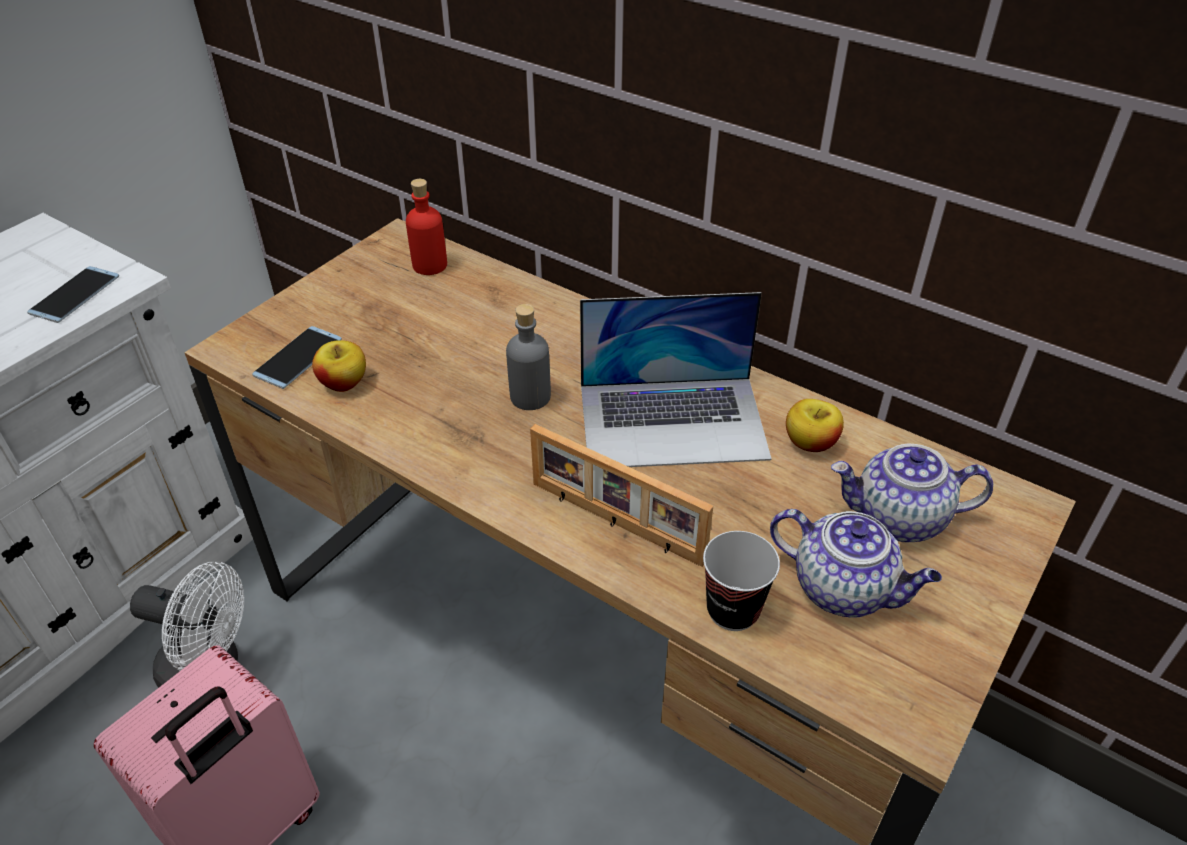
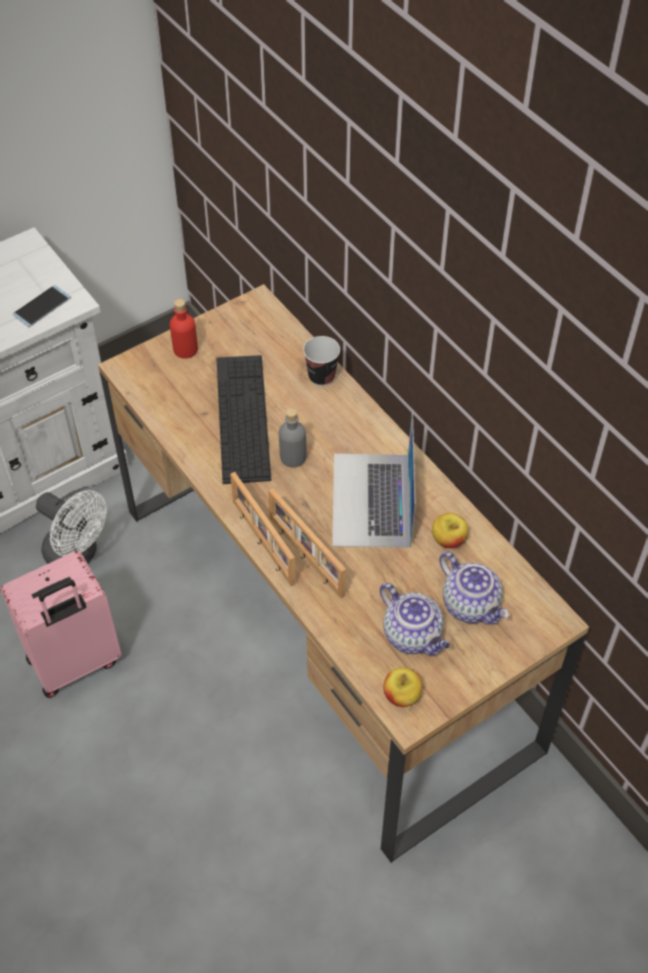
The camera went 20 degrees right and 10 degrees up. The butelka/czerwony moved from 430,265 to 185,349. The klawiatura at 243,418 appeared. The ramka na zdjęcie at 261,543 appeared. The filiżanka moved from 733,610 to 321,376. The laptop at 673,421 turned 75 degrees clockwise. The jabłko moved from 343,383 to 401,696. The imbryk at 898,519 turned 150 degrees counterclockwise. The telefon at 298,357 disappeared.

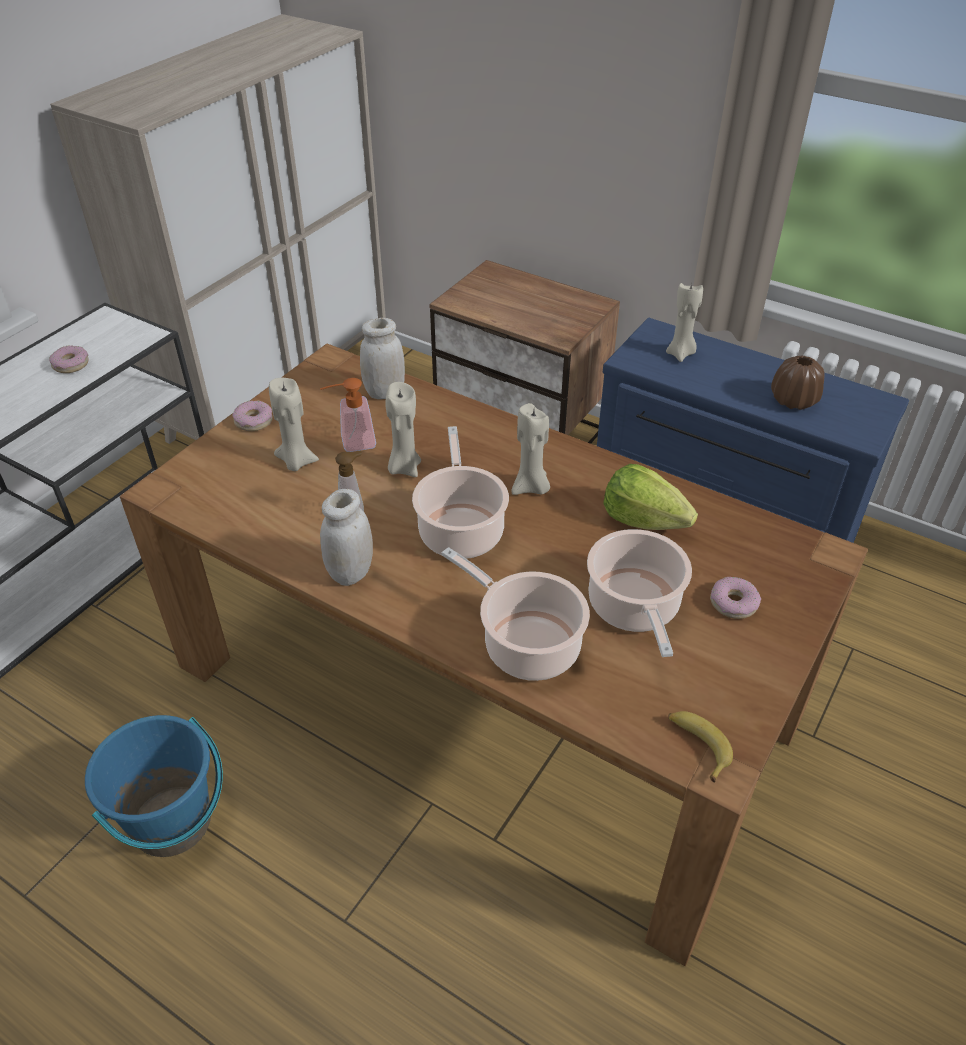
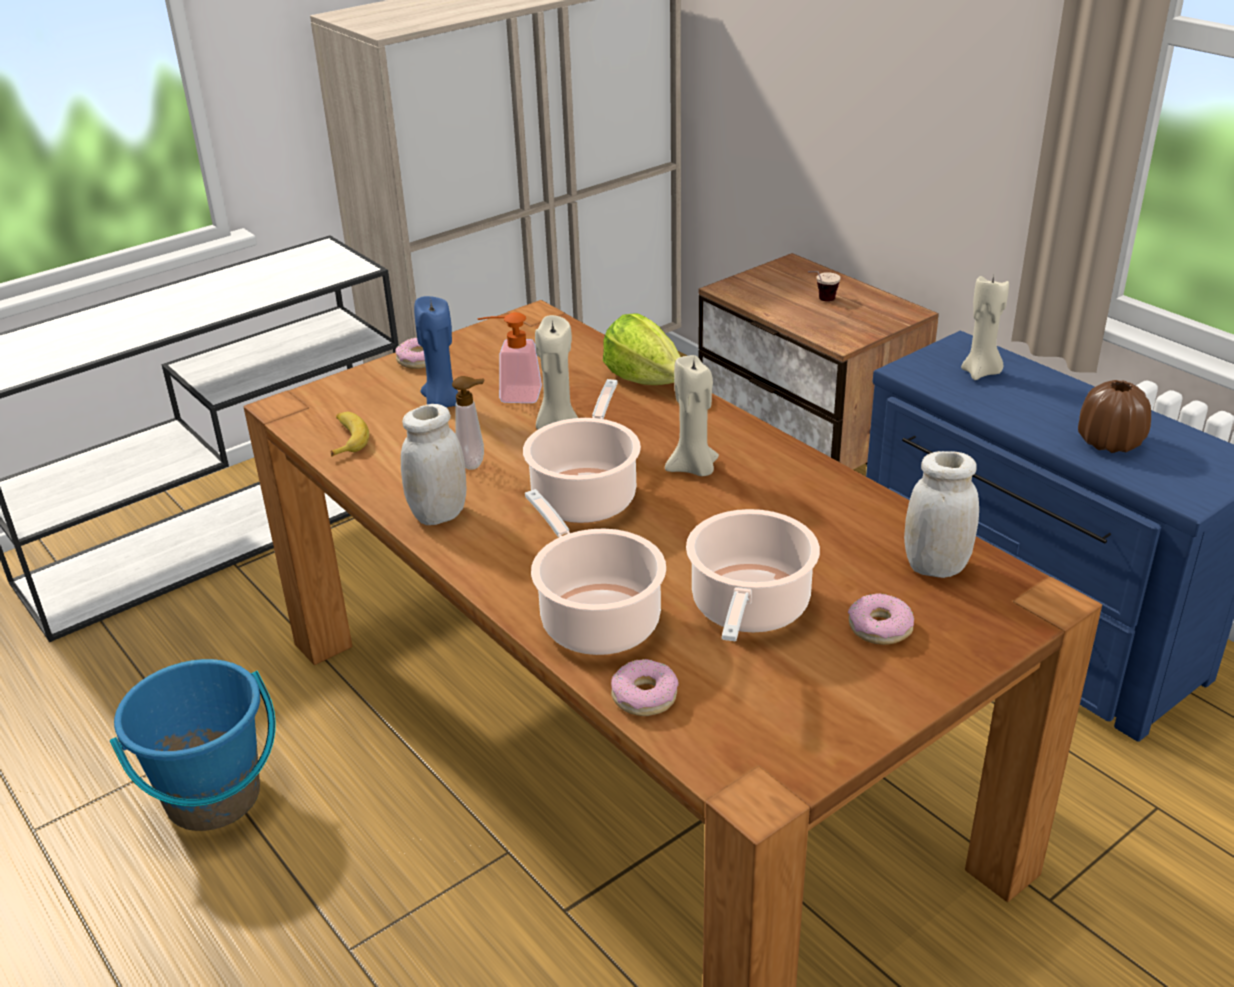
The camera went 20 degrees right and 10 degrees down. The banan moved from 697,745 to 347,439. The świeca/beżowy at 296,462 became the świeca/niebieski at 441,403. The sałata moved from 643,519 to 644,379. The donut moved from 70,364 to 644,696. The filiżanka at 820,301 appeared. The słoik/biały moved from 384,392 to 935,567.

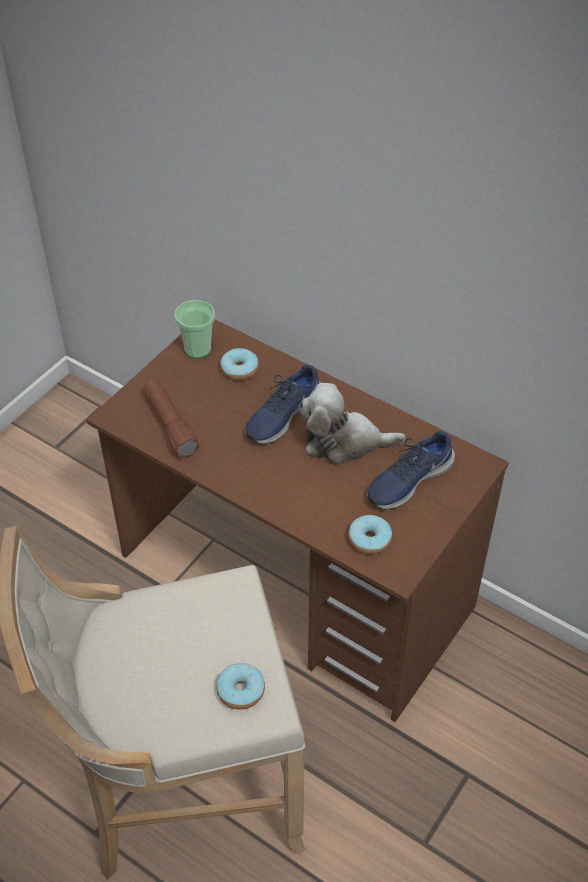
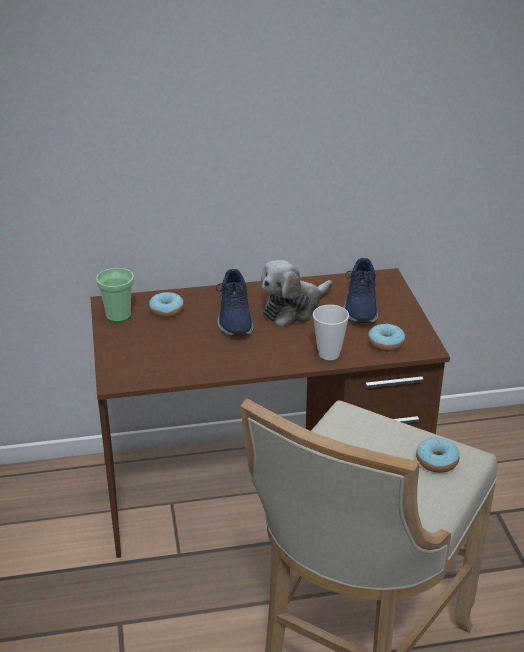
The camera went 45 degrees left and 15 degrees down. The filiżanka at 329,354 appeared. The latarka/brązowy at 170,425 disappeared.

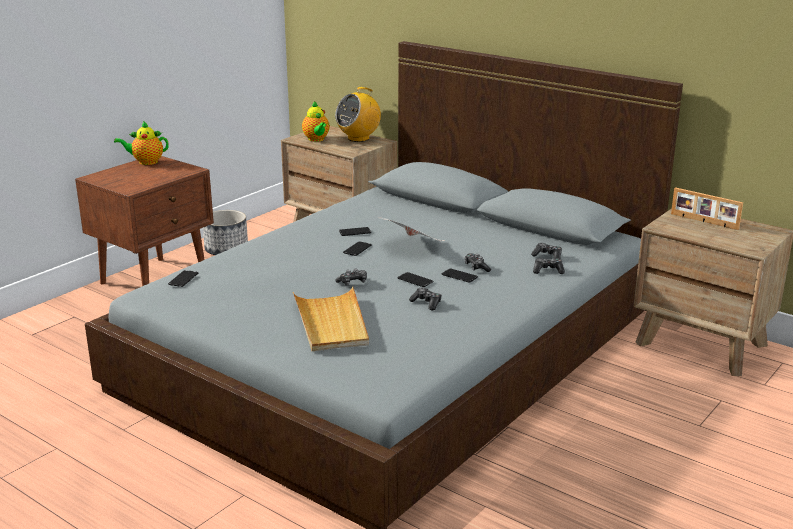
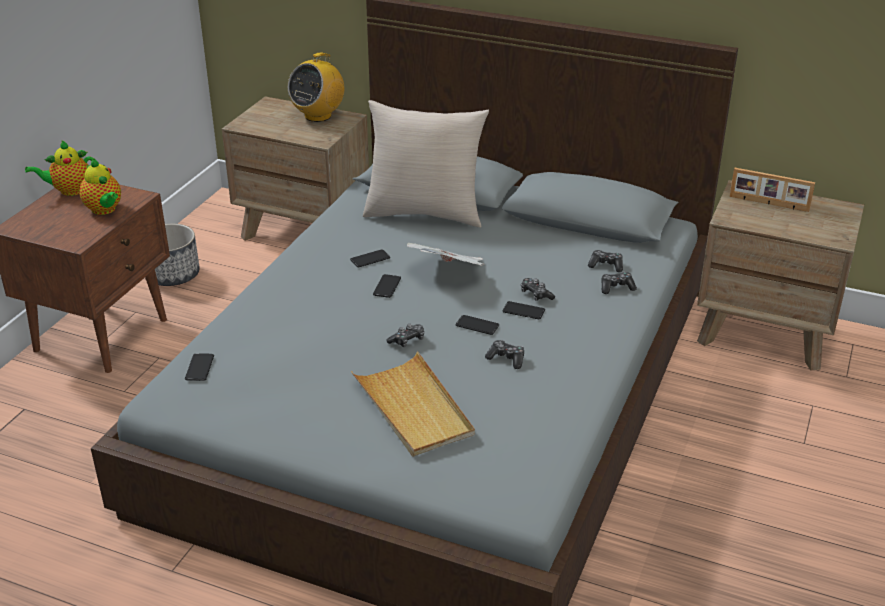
The camera went 15 degrees left and 10 degrees up. The imbryk moved from 316,139 to 104,210. The poduszka/beżowy at 425,213 appeared.

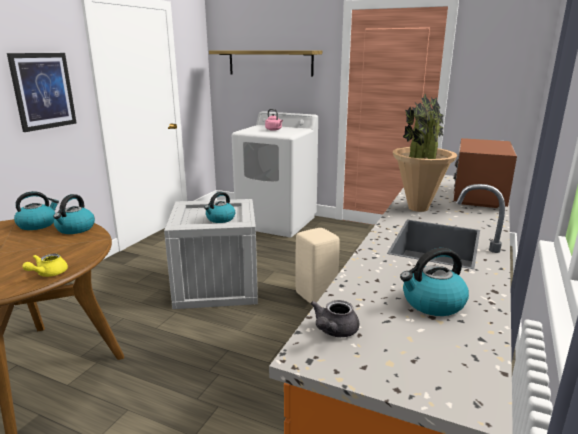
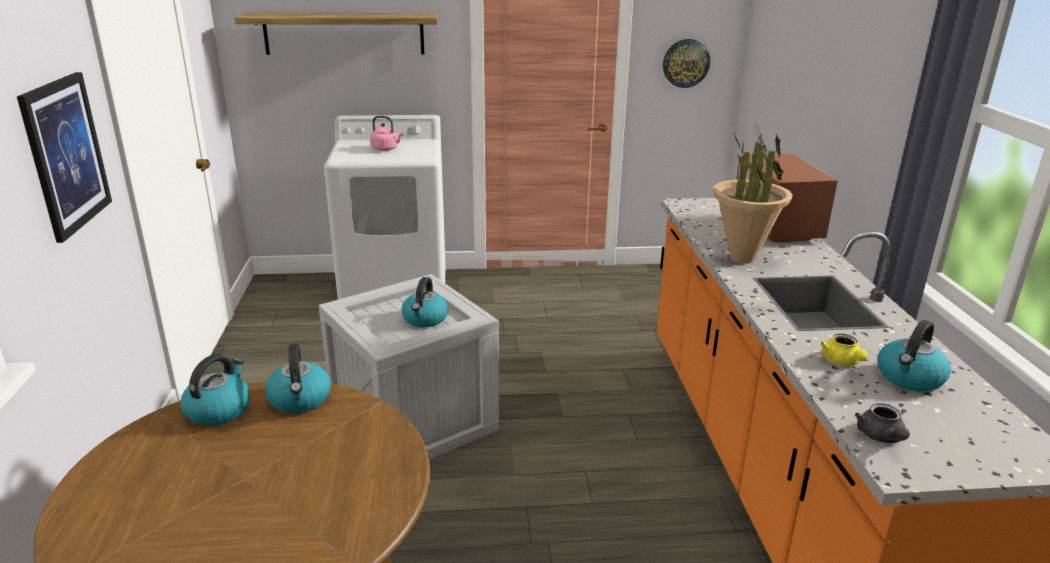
The camera went 30 degrees left and 5 degrees up. The zegar ścienny at 685,63 appeared. The imbryk/żółty moved from 48,274 to 842,362. The stołek/beżowy at 317,295 disappeared.

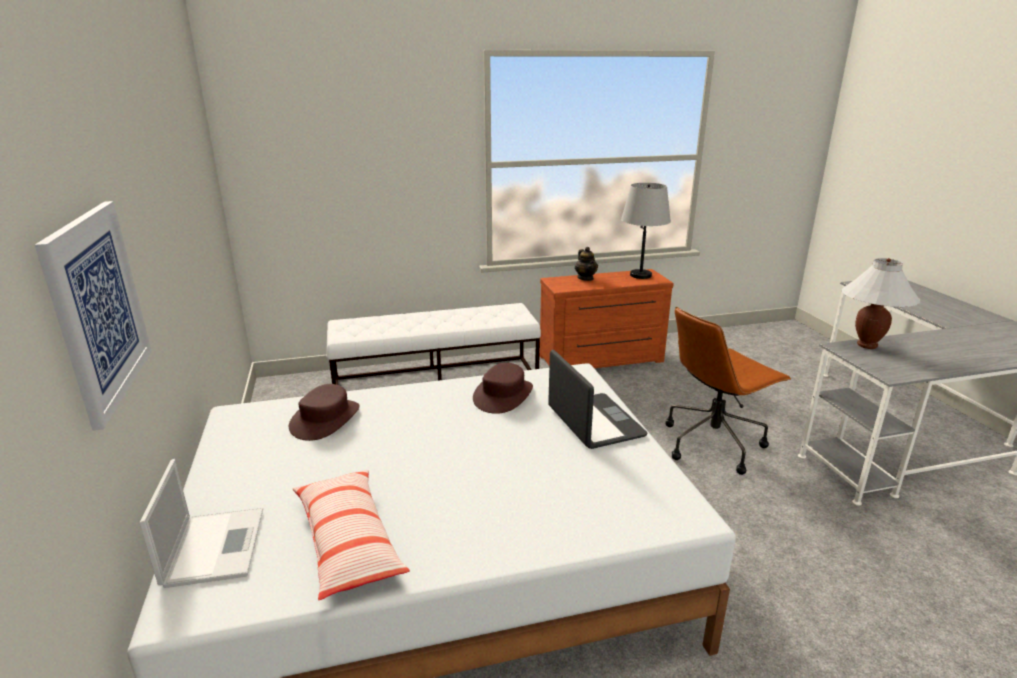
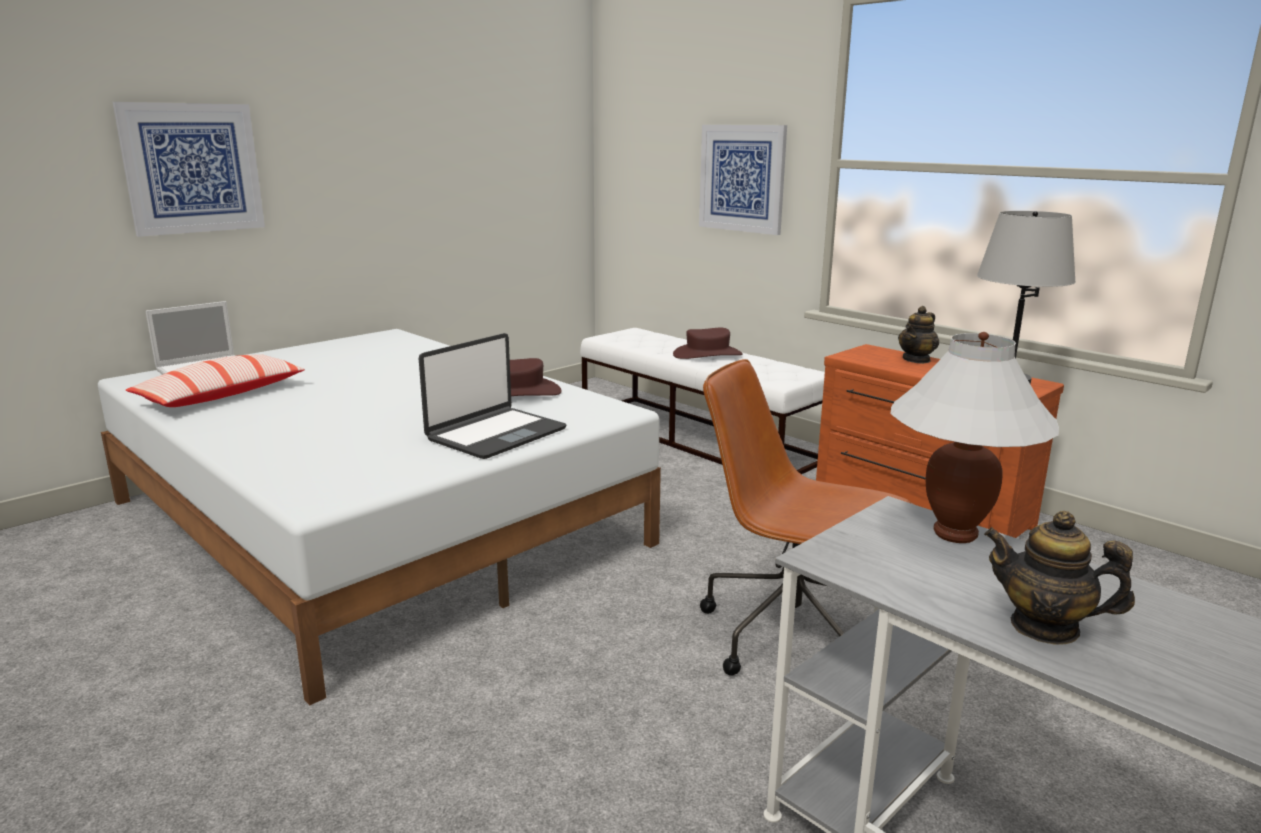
The camera went 60 degrees right and 5 degrees down. The kapelusz/brązowy moved from 325,419 to 707,354. The obraz at 742,178 appeared. The imbryk at 1045,627 appeared.

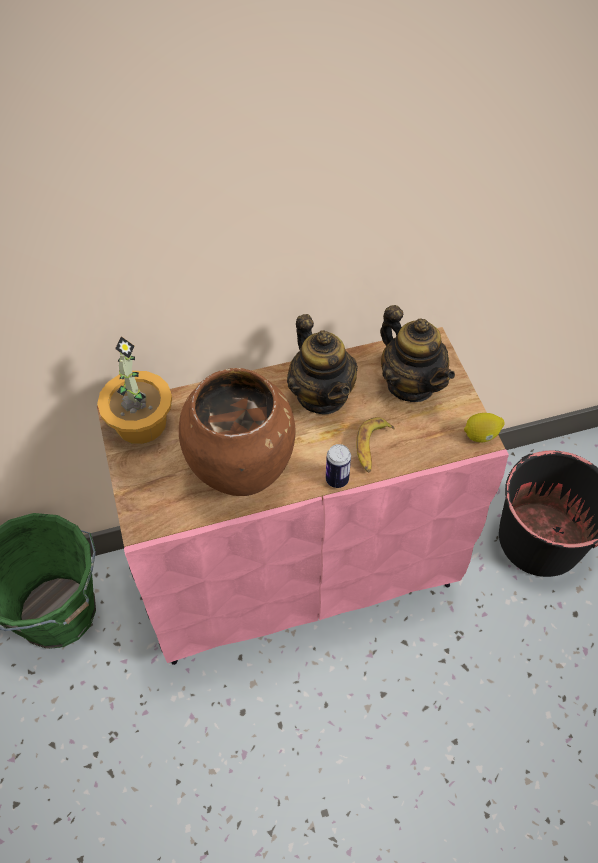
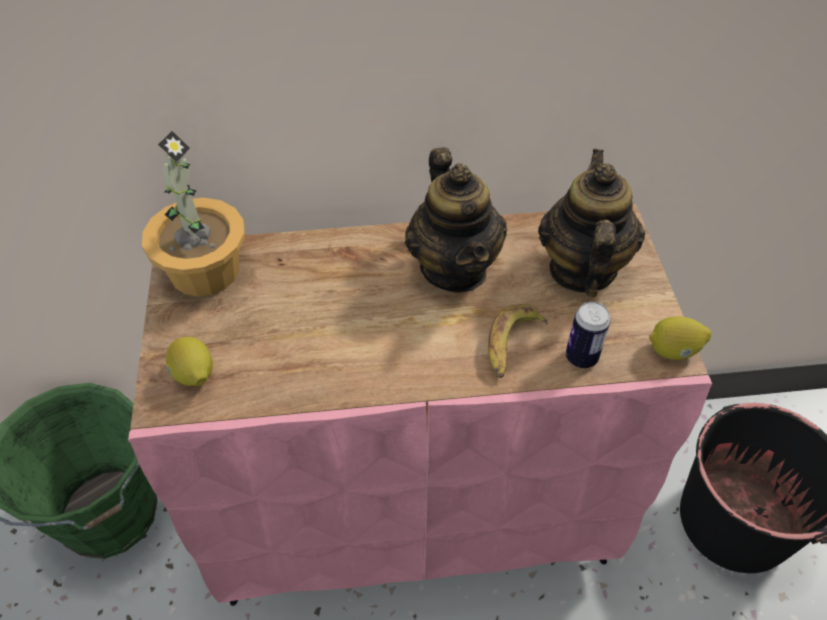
The camera went 10 degrees right and 5 degrees down. The cytryna at 194,375 appeared. The imbryk at 410,384 turned 150 degrees counterclockwise. The puszka moved from 337,479 to 581,357. The wazon/brązowy at 242,473 disappeared.

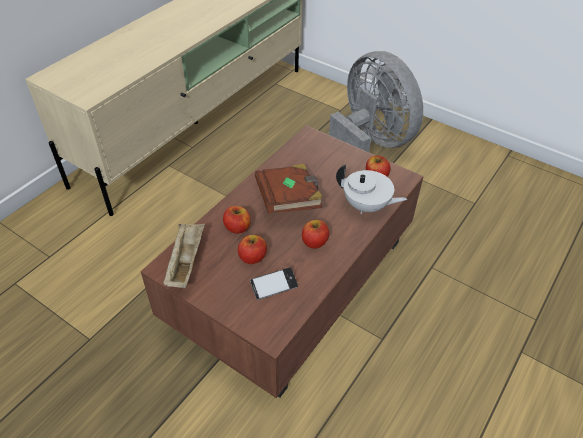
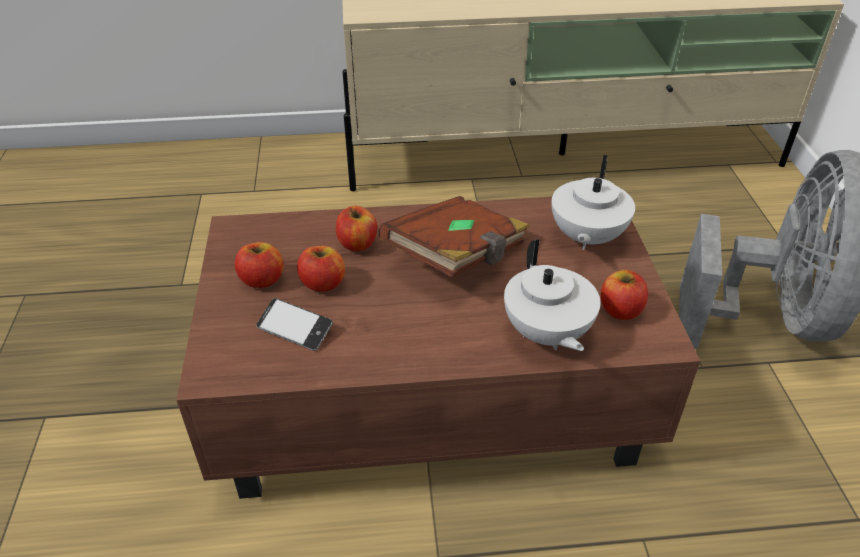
The camera went 50 degrees right and 5 degrees down. The jabłko moved from 314,242 to 262,280. The imbryk/biały at 586,237 appeared. The taca/beżowy at 186,262 disappeared.

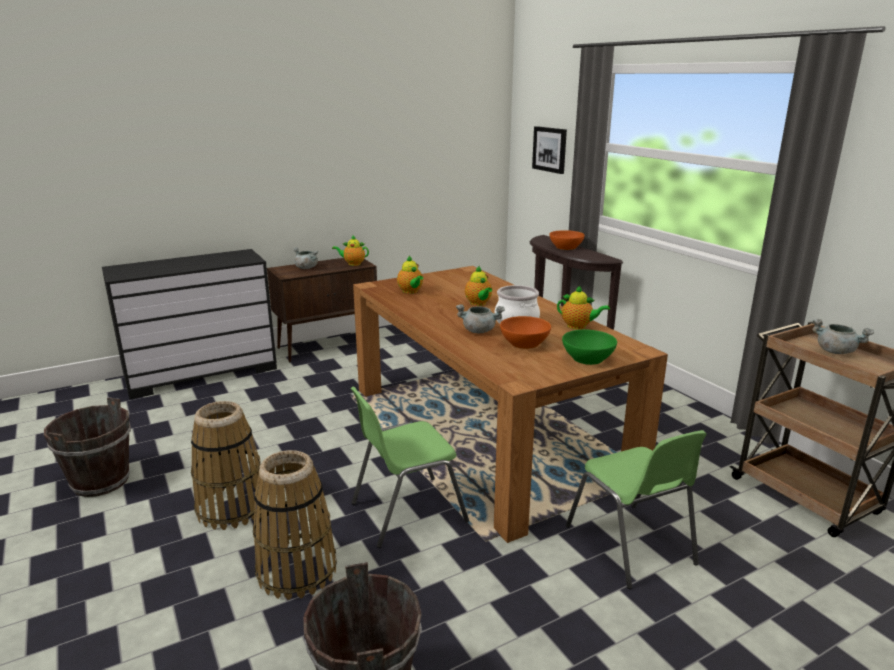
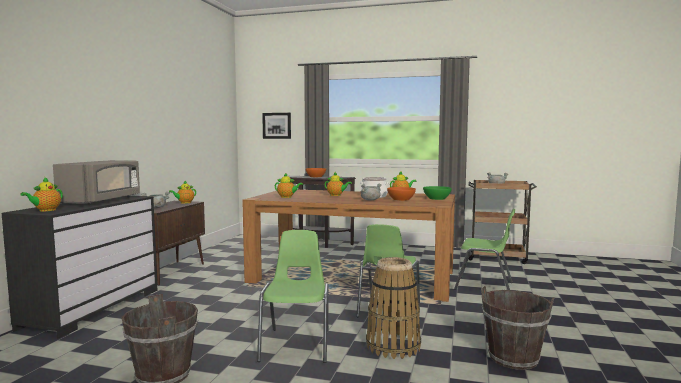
The camera went 45 degrees left and 15 degrees down. The imbryk at 45,210 appeared. The mikrofalówka/szary at 102,201 appeared. The koszyk at 232,508 was replaced by the krzesło/zielony at 297,344.

